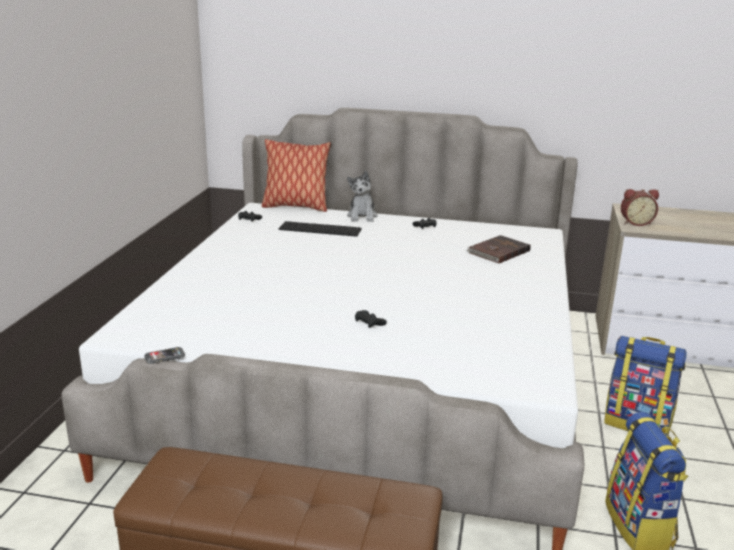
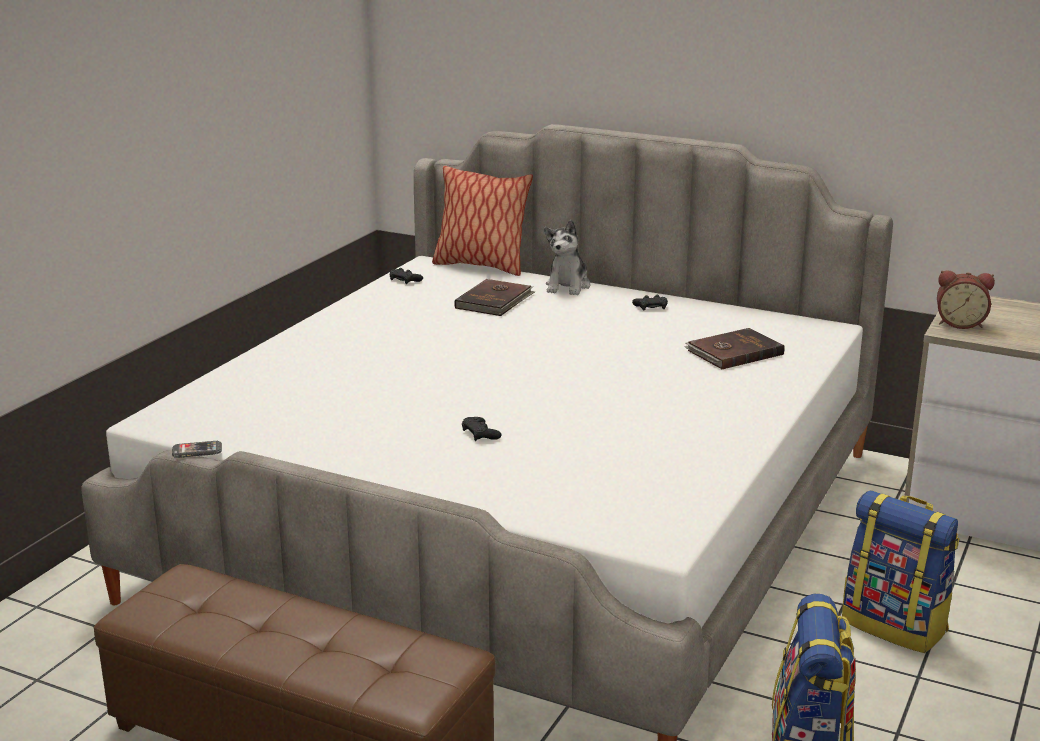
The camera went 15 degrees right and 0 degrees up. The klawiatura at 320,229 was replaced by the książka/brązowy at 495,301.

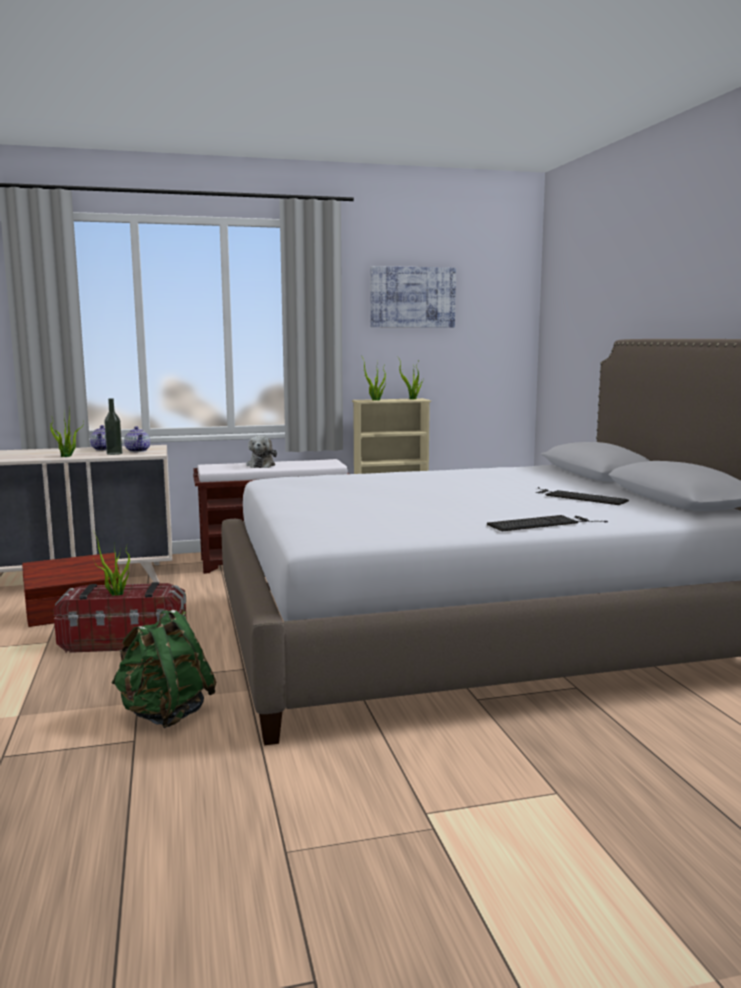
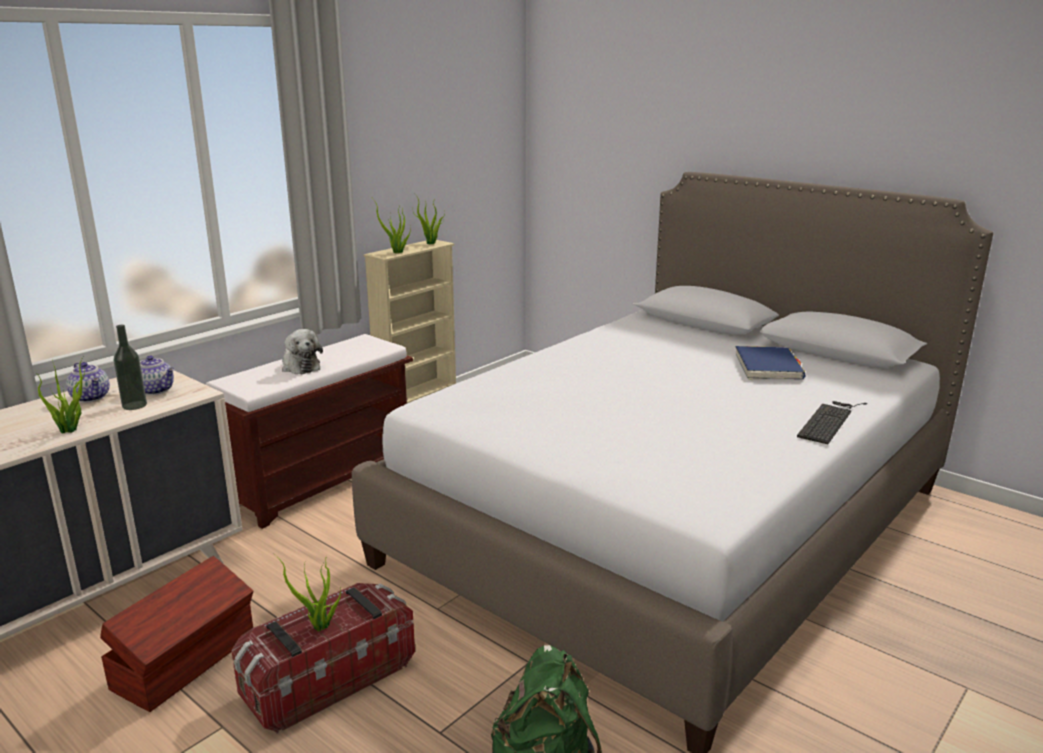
The camera went 35 degrees left and 10 degrees up. The klawiatura at 577,497 was replaced by the książka/niebieski at 768,367. The obraz at 412,297 disappeared.

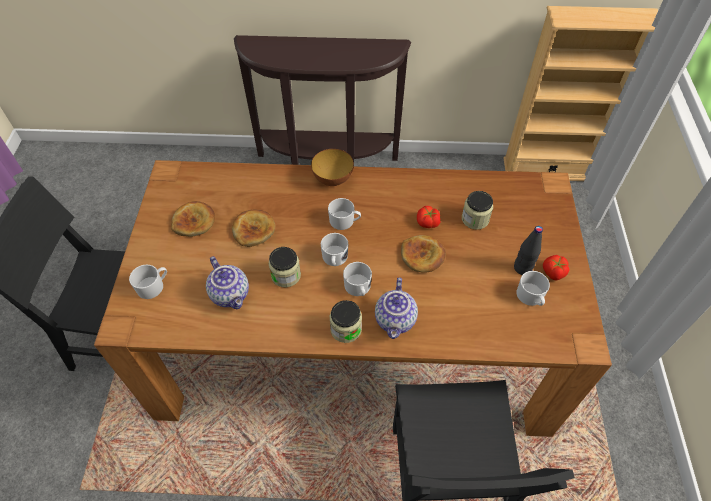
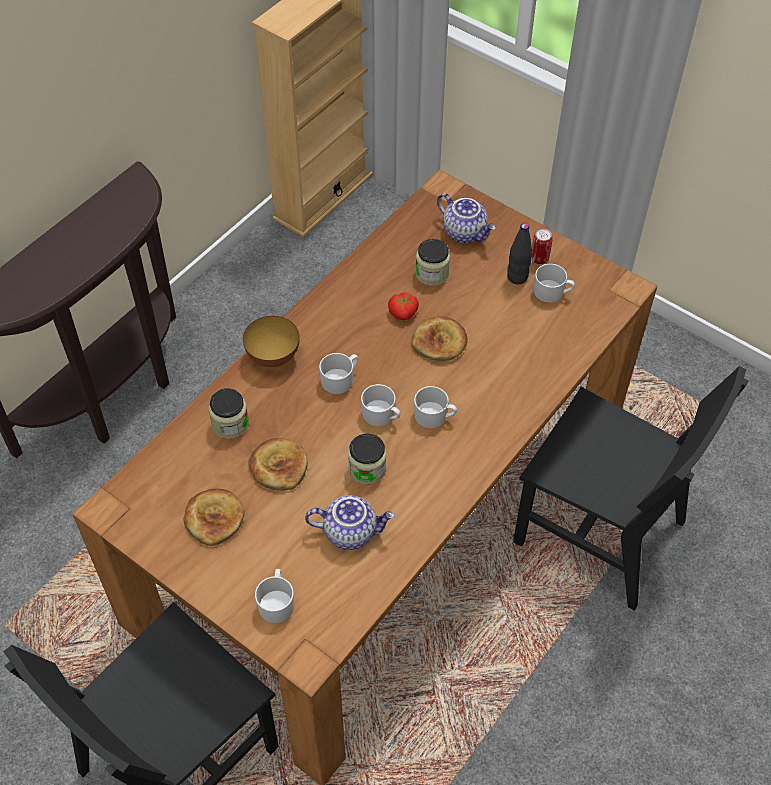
The camera went 55 degrees left and 0 degrees up. The słoik moved from 346,329 to 230,424. The imbryk moved from 396,320 to 465,232. The pomidor at 553,272 was replaced by the puszka at 539,259.

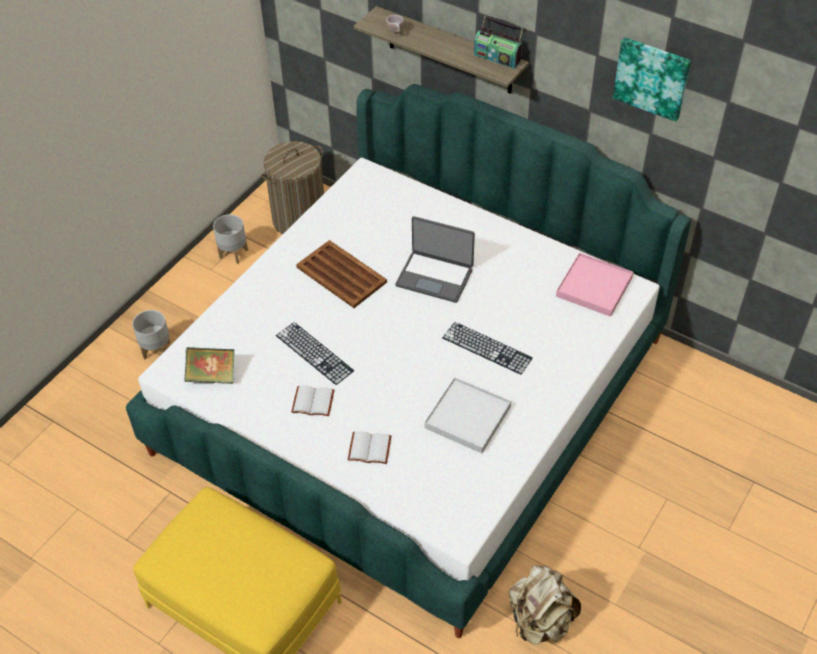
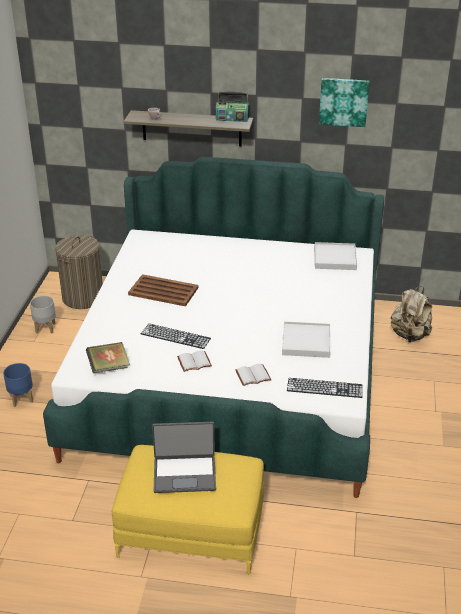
The camera went 25 degrees left and 15 degrees down. The donica/szary at 156,350 became the donica/niebieski at 21,399. The laptop moved from 435,276 to 185,474. The klawiatura moved from 487,348 to 324,388. The taca/różowy at 594,287 became the taca/biały at 335,258. The plecak/beżowy moved from 539,620 to 410,335.

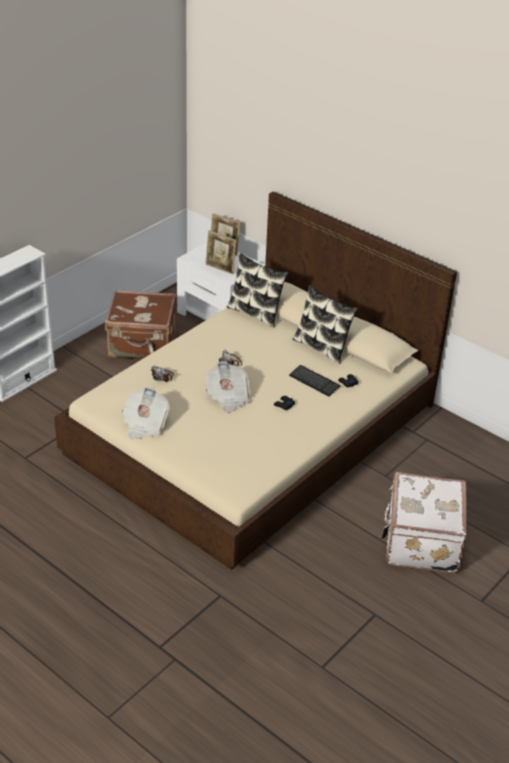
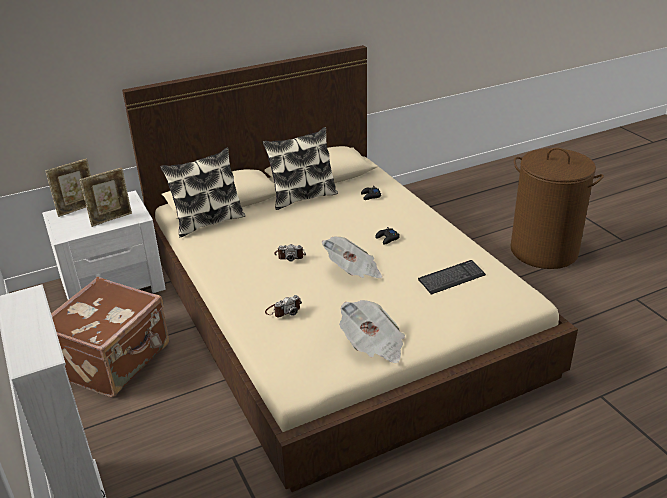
The camera went 65 degrees left and 5 degrees down. The klawiatura moved from 314,382 to 451,278. The walizka/biały at 420,542 was replaced by the kosz na pranie/brązowy at 544,251.

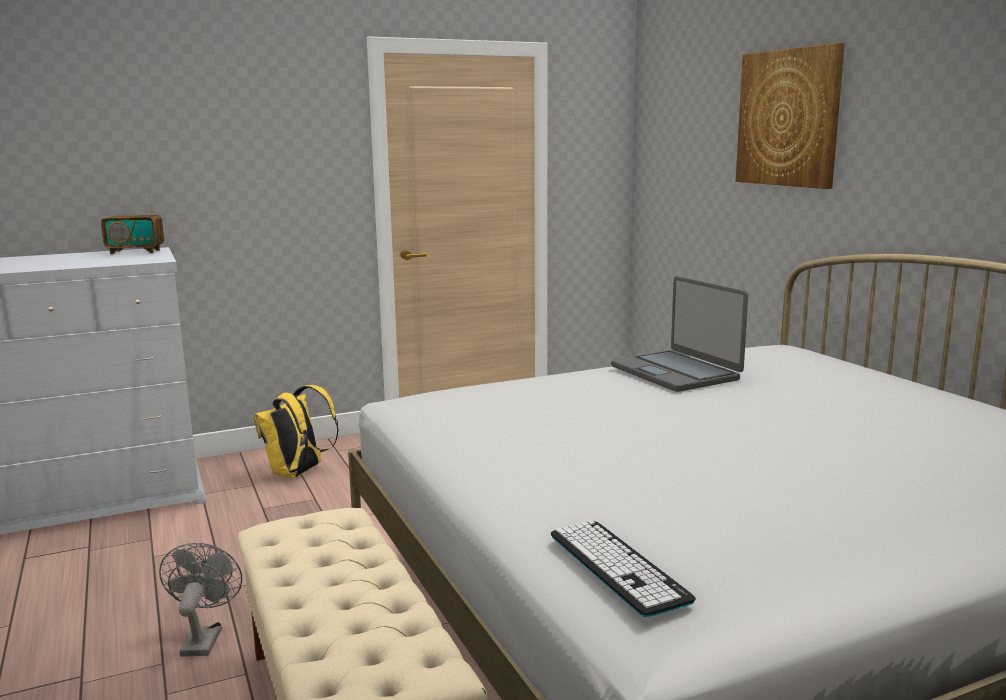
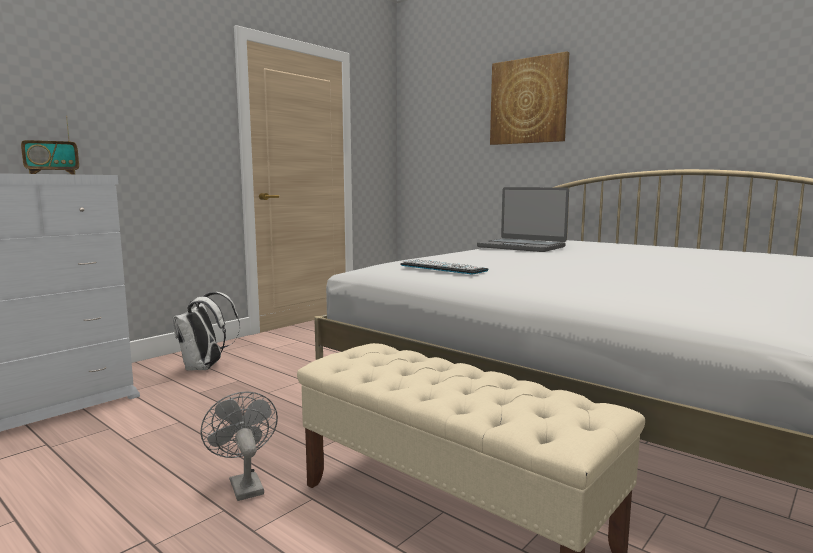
The camera went 25 degrees left and 5 degrees down. The plecak/żółty at 298,473 became the plecak/biały at 205,367. The klawiatura moved from 617,567 to 442,268.

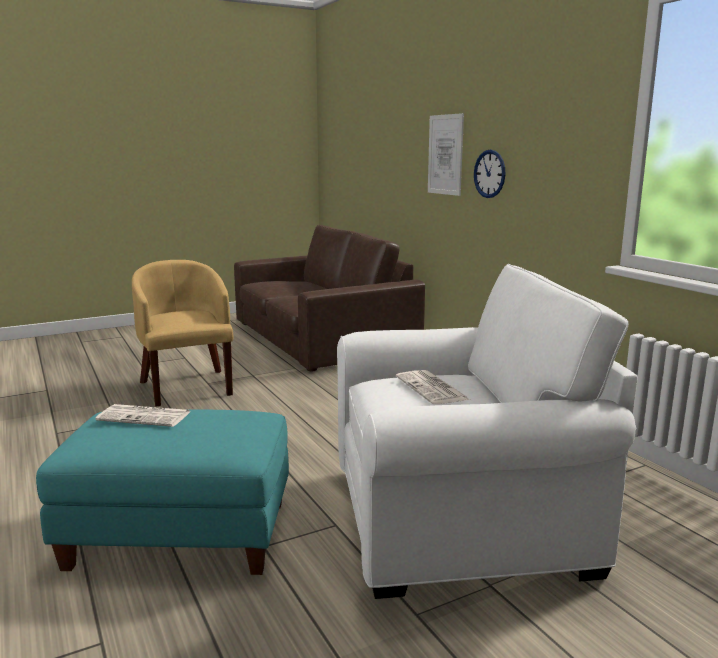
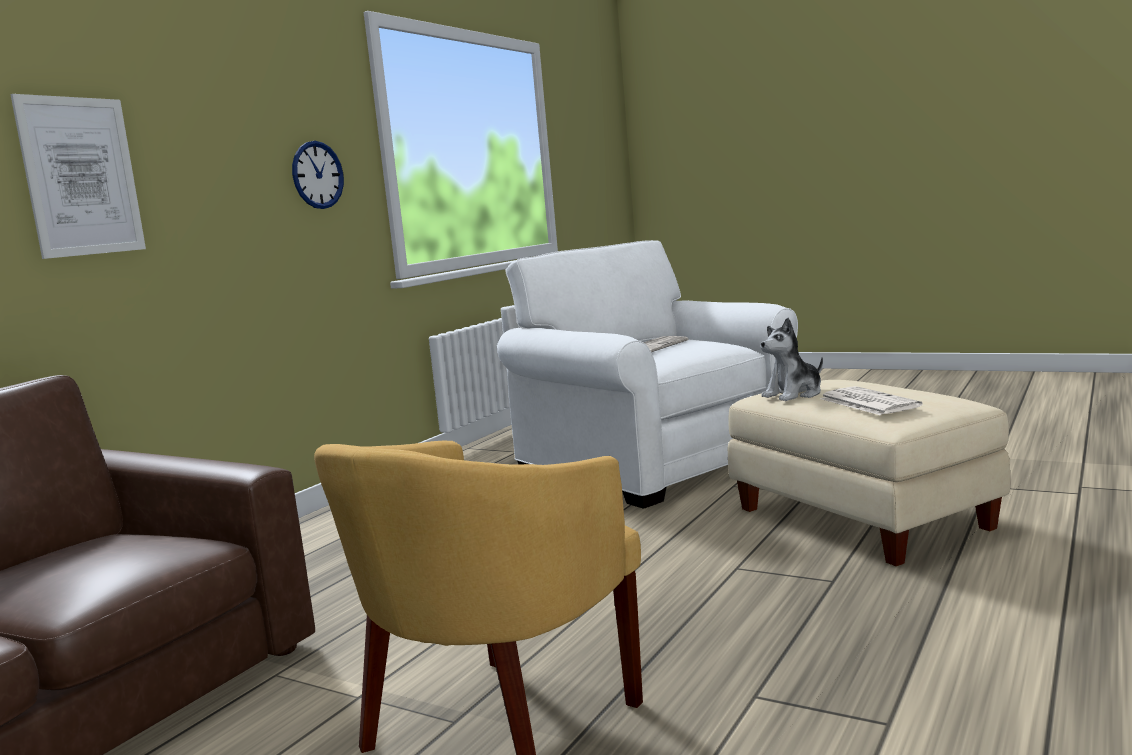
The camera went 120 degrees left and 5 degrees down. The zegar ścienny moved from 489,174 to 317,175. The pufa/turkusowy at 178,535 became the pufa/beżowy at 864,518. The pluszak at 794,394 appeared.

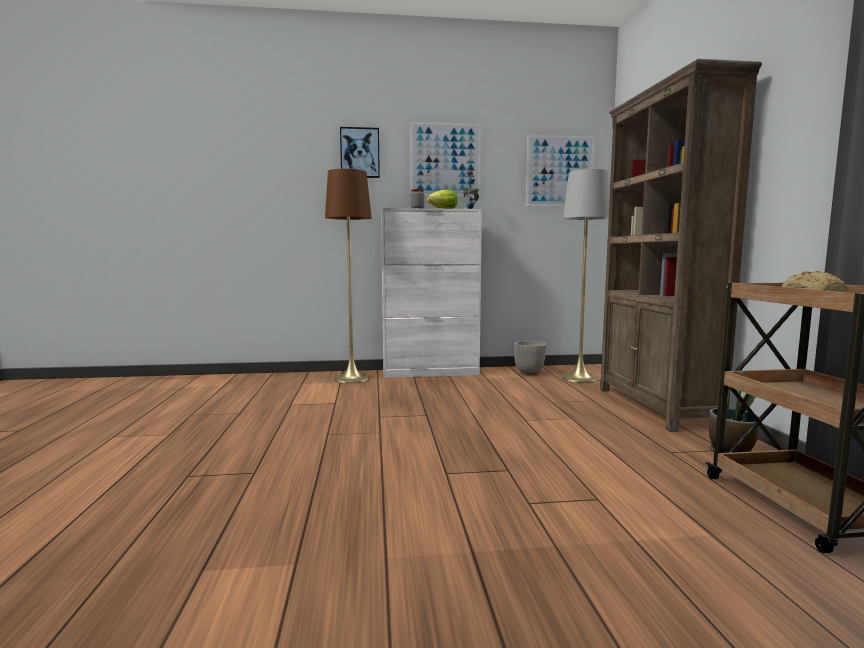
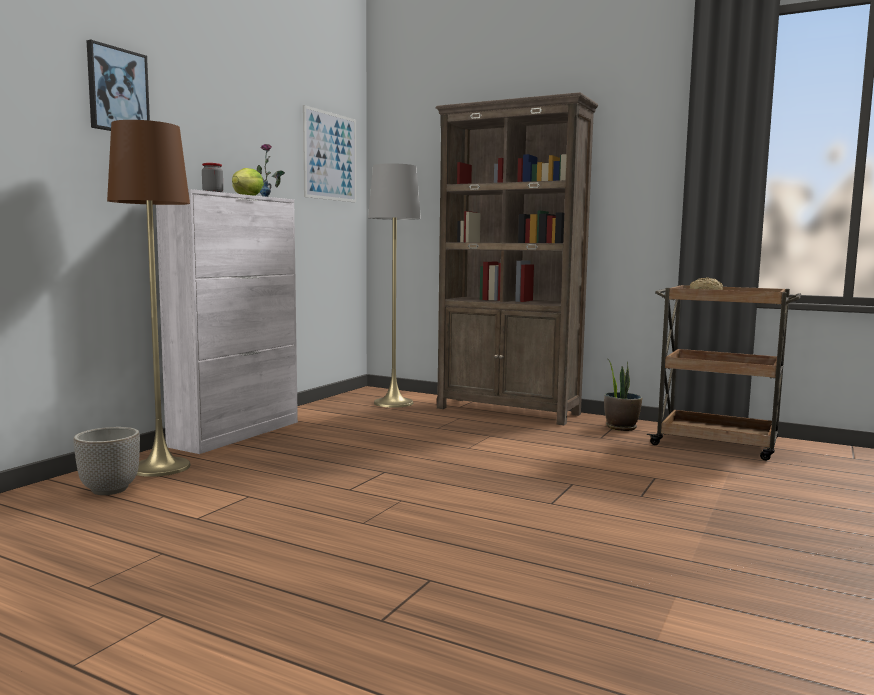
The camera went 55 degrees left and 0 degrees up. The donica moved from 529,373 to 110,490. The obraz at 445,160 disappeared.

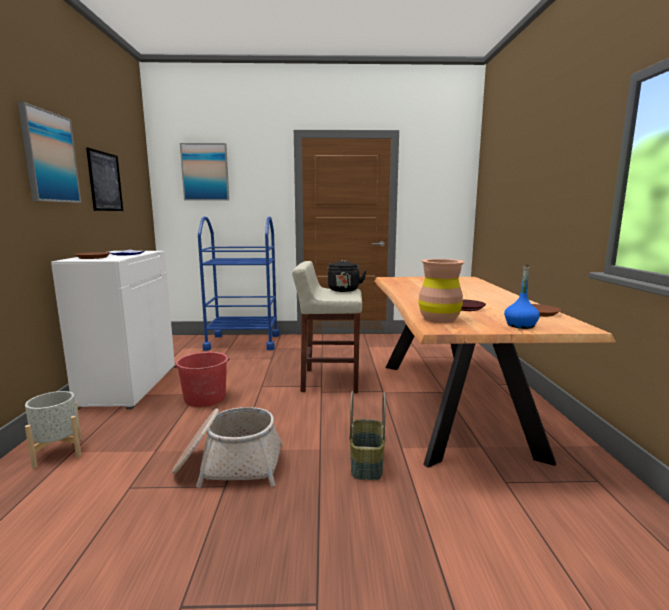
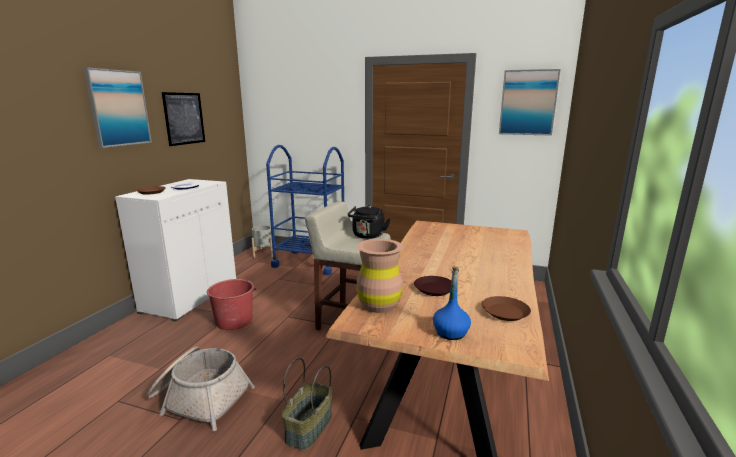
The camera went 20 degrees right and 5 degrees up. The donica/szary moved from 58,452 to 263,254. The obraz moved from 205,172 to 528,102.

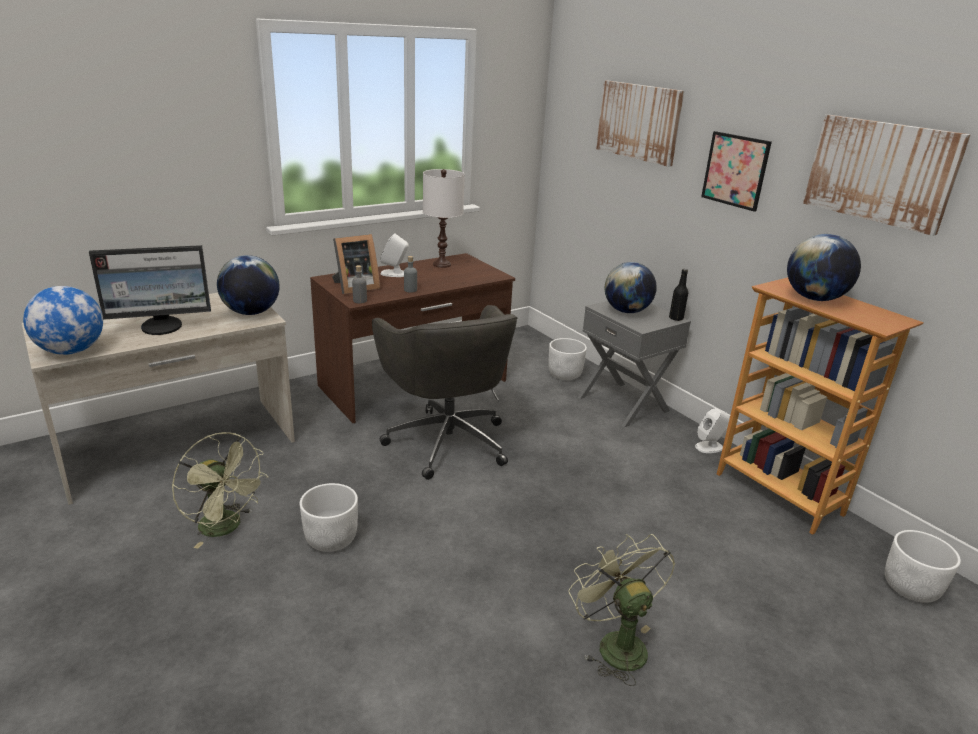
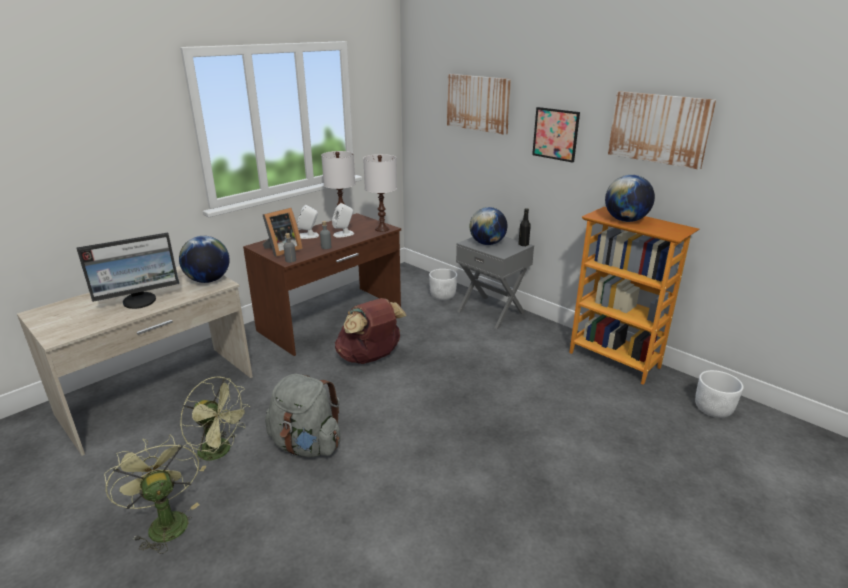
The camera went 10 degrees left and 0 degrees up. The wentylator/zielony moved from 614,643 to 165,522. The donica/biały at 331,539 was replaced by the plecak/szary at 306,445. The głośnik/biały moved from 709,447 to 344,234. The krzesło biurowe/szary at 446,440 was replaced by the plecak/brązowy at 370,358. The lampa stołowa/biały at 382,229 appeared. The globus at 71,351 disappeared.

